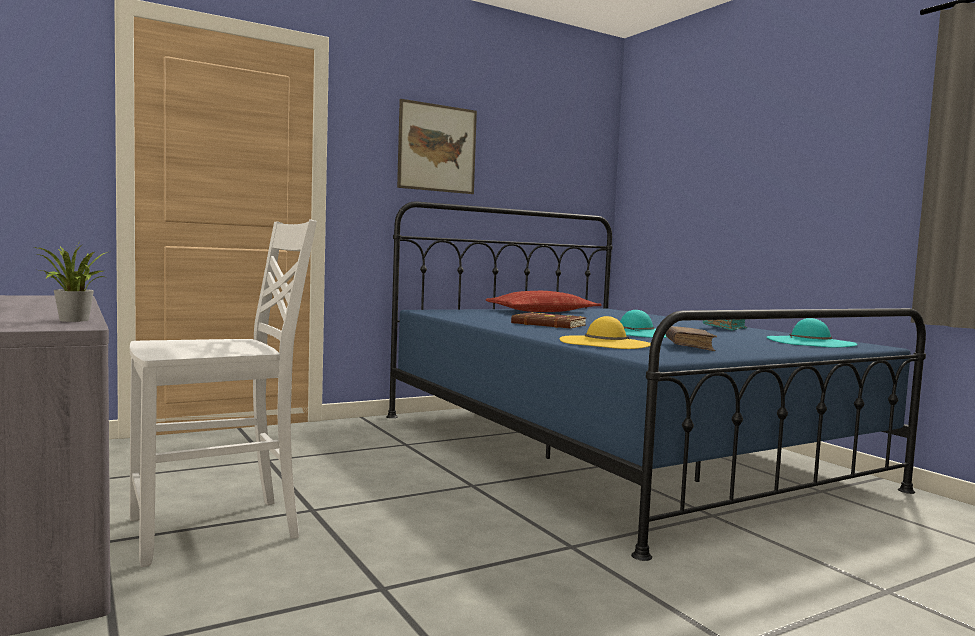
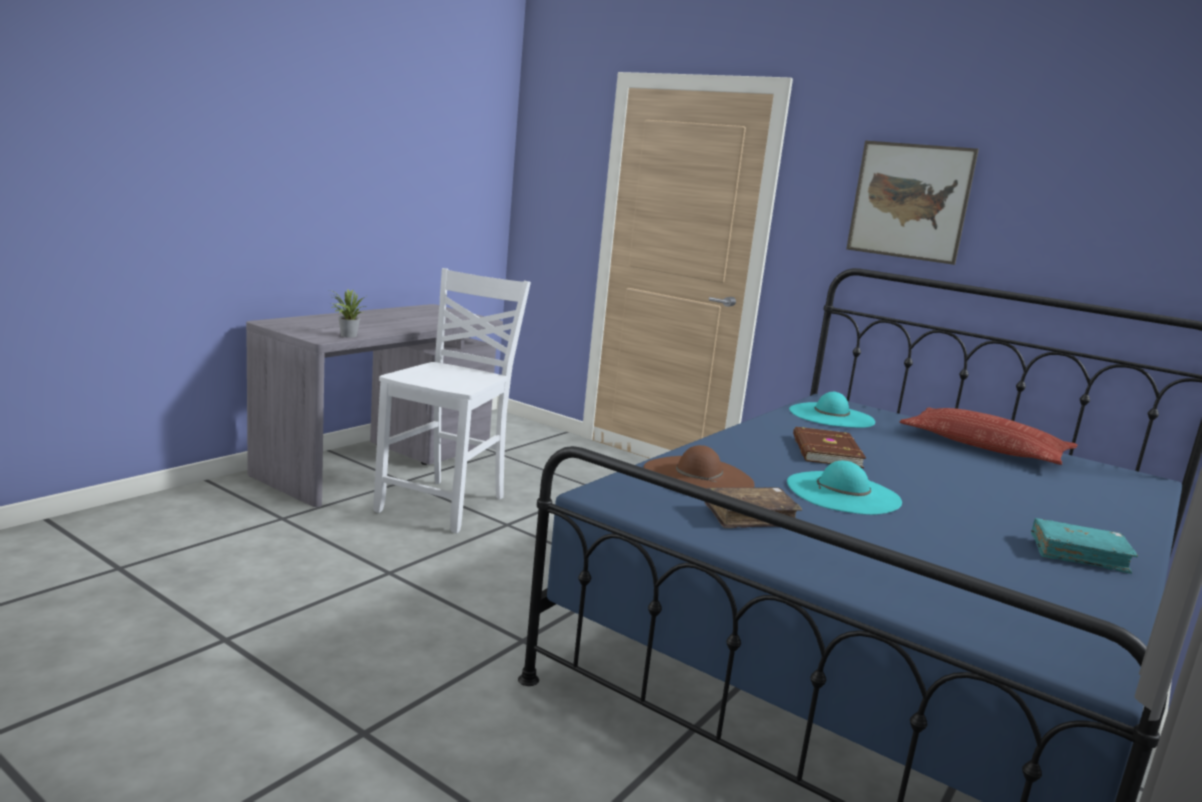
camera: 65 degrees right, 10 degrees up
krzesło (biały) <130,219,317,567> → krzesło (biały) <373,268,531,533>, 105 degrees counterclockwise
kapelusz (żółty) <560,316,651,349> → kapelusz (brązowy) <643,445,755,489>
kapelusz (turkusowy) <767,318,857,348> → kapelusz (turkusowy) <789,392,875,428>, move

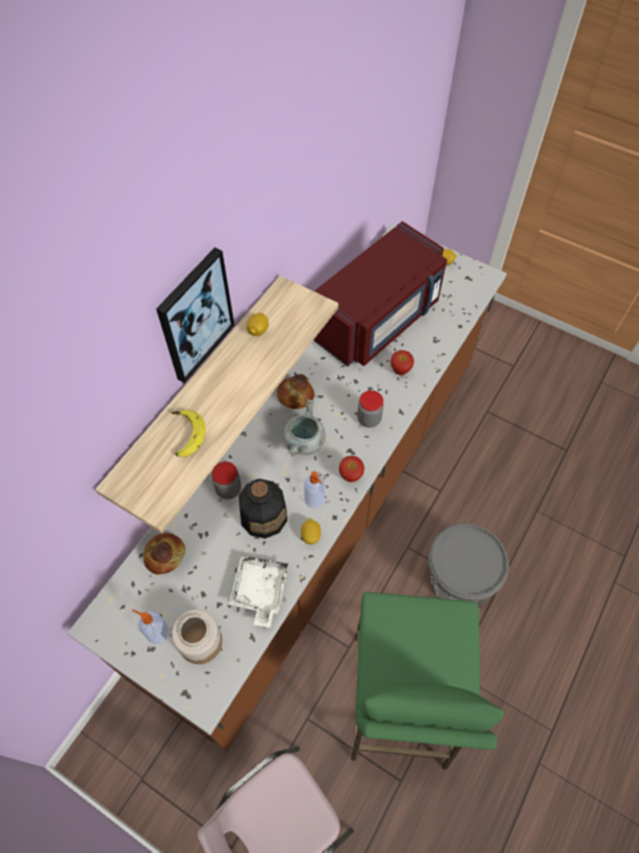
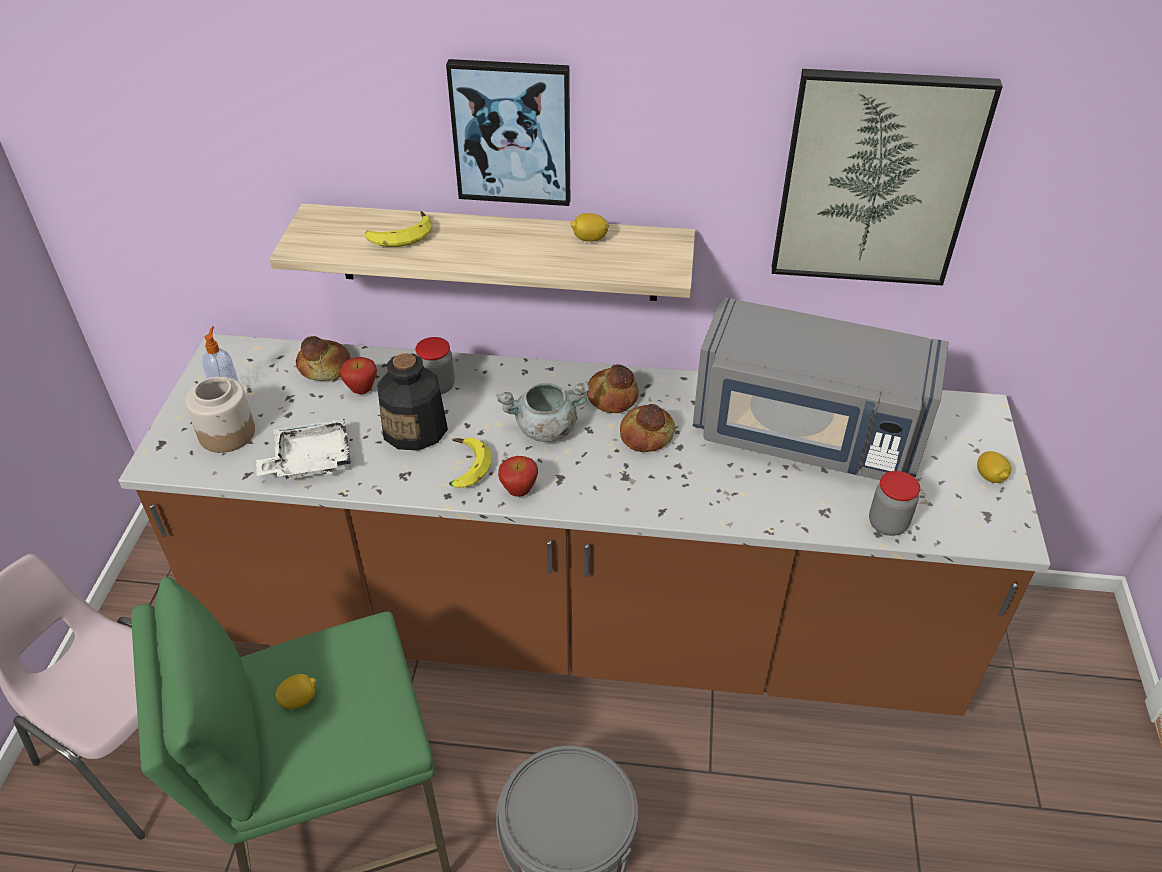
camera: 65 degrees right, 15 degrees down
cytryna <301,518,321,544> → cytryna <275,674,316,709>, move
jabłko <391,350,414,375> → jabłko <340,357,377,394>, move
dozownik mydła <304,471,325,508> → banan <449,438,491,488>
- → chleb <620,404,675,452>
mikrofalówka (czerwony) <313,221,447,367> → mikrofalówka (szary) <693,297,949,480>
- → obraz <772,69,1003,286>
słoik <357,390,384,428> → słoik <869,471,920,536>, move

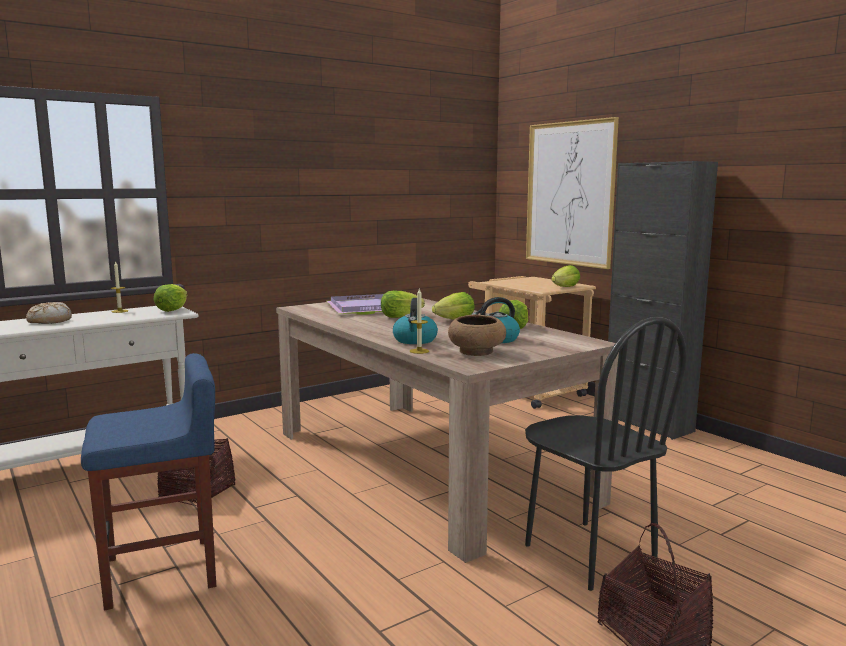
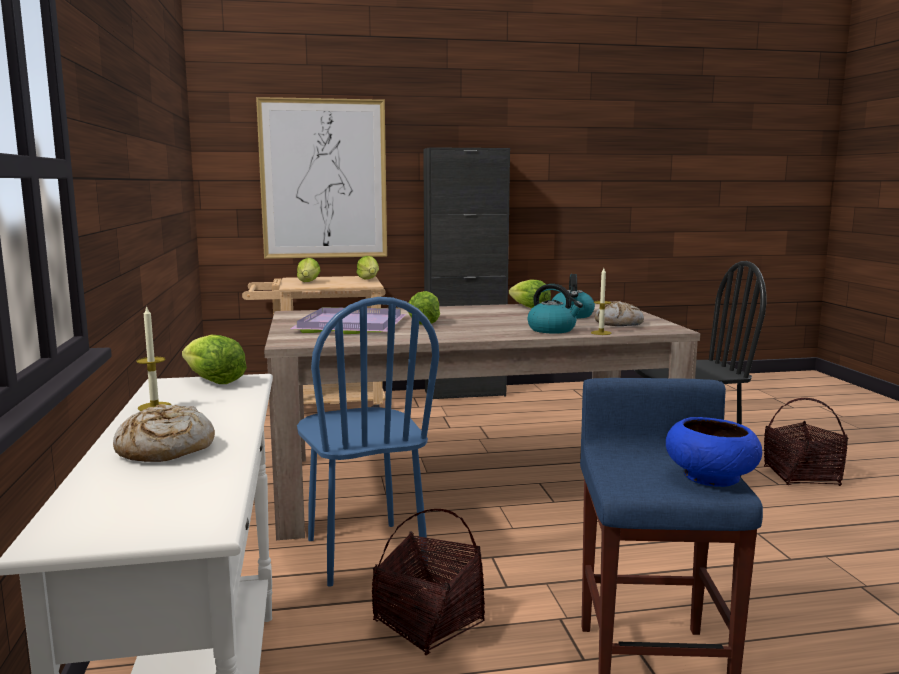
camera: 65 degrees left, 0 degrees up
sałata <432,292,475,320> → sałata <297,258,321,282>, move
- → krzesło (niebieski) <297,297,439,587>
miska (brązowy) <448,315,506,356> → chleb <595,301,644,326>
- → miska (niebieski) <666,417,762,487>

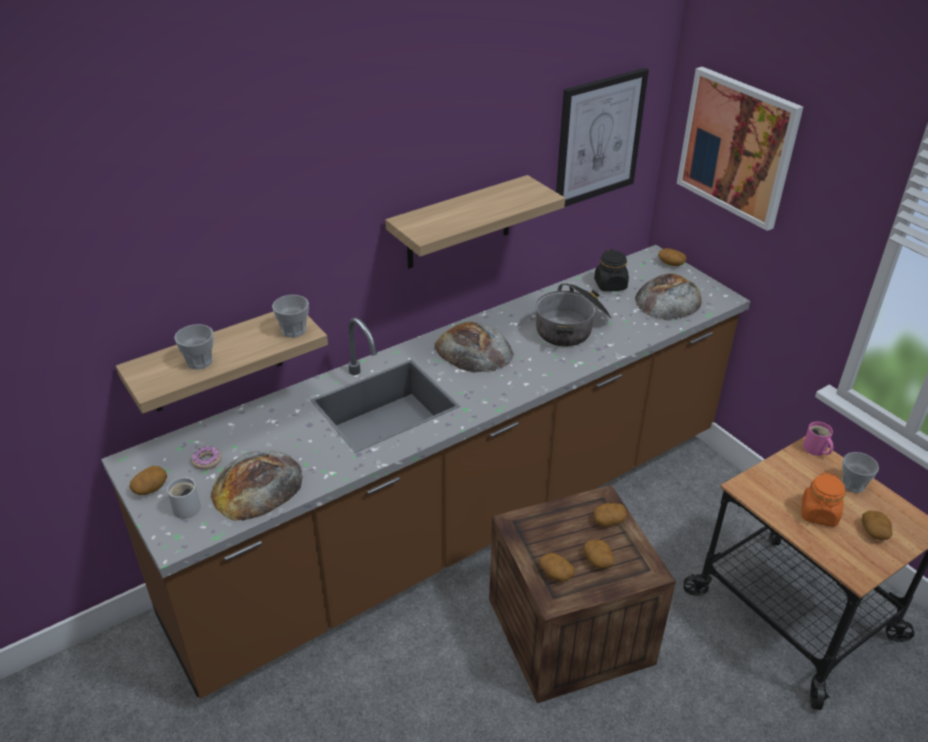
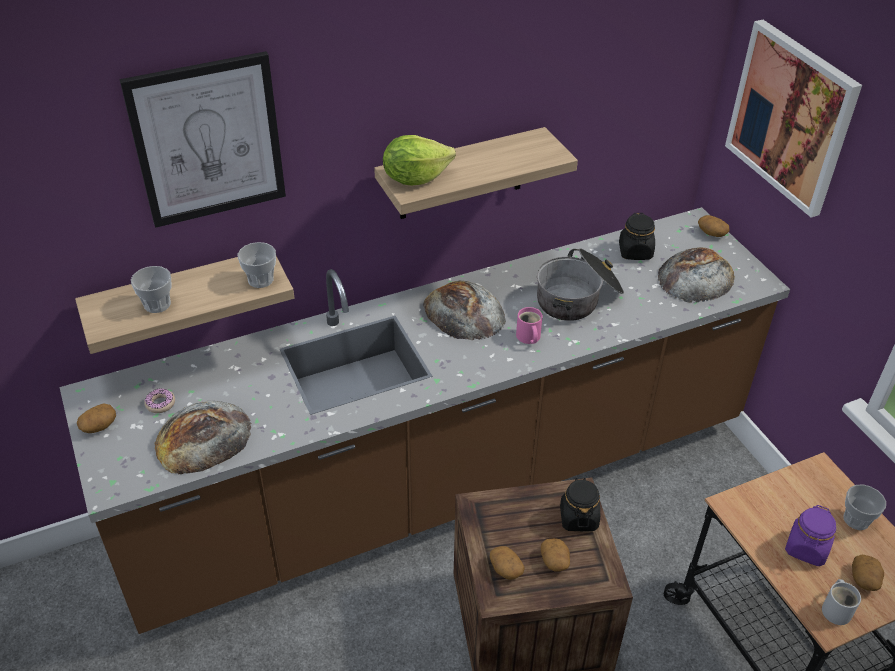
camera: 10 degrees right, 5 degrees up
obraz <556,68,649,207> → obraz <120,51,286,228>, move
- → sałata <383,135,456,186>
kubek (różowy) <803,422,833,456> → kubek (różowy) <516,307,543,344>, move
ziemniak <593,503,627,527> → słoik (czarny) <560,478,600,531>
słoik (pomarańczowy) <802,472,845,527> → słoik (fioletowy) <785,505,836,566>
kubek (biały) <167,477,201,519> → kubek (biały) <822,579,861,625>, move

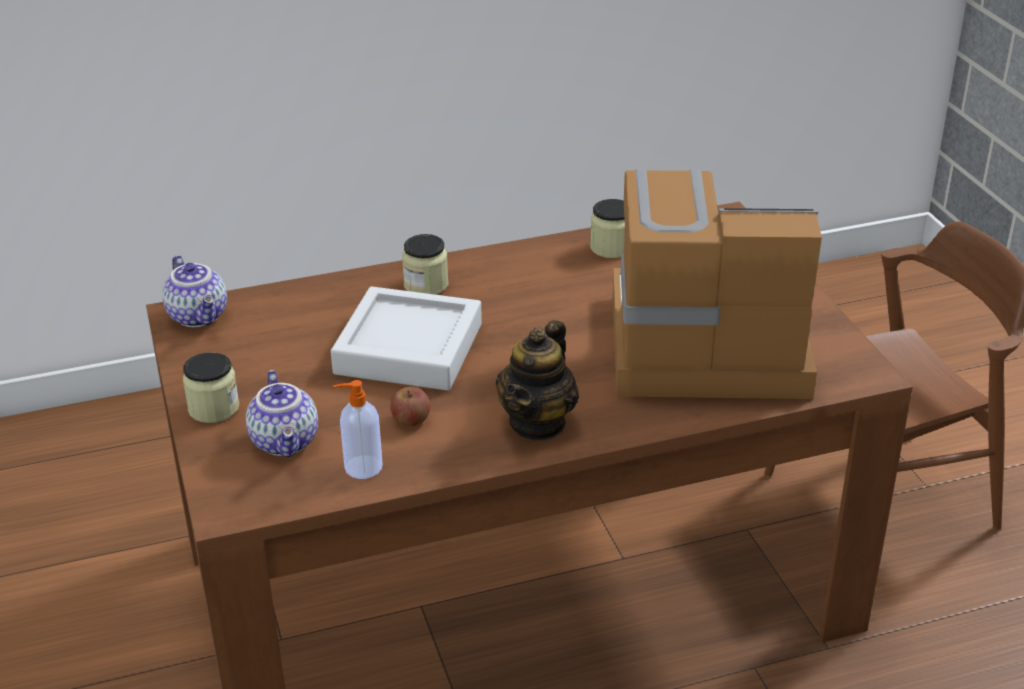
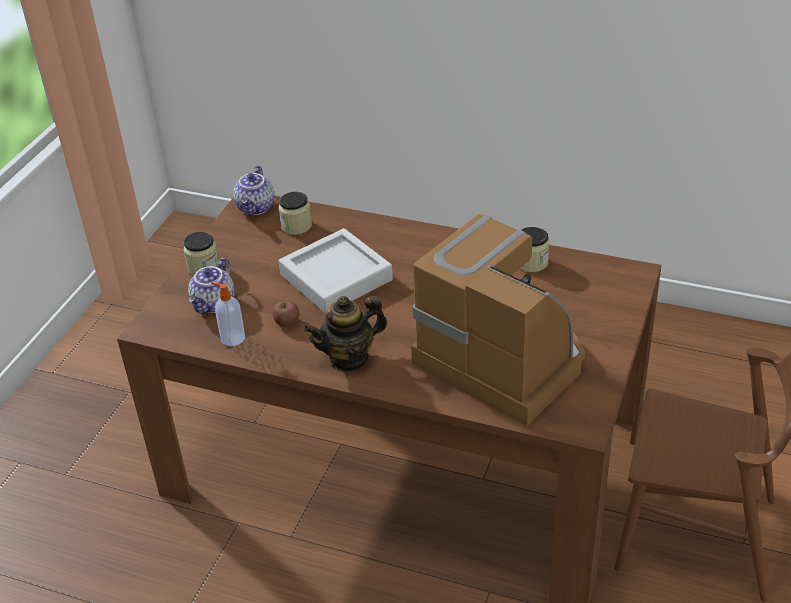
camera: 40 degrees right, 5 degrees up
słoik <402,234,448,295> → słoik <279,192,312,235>, move

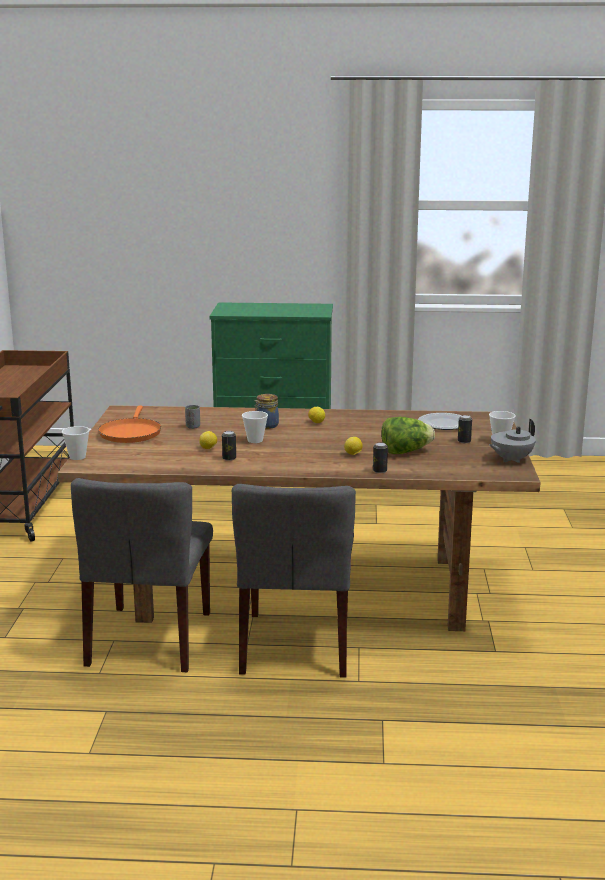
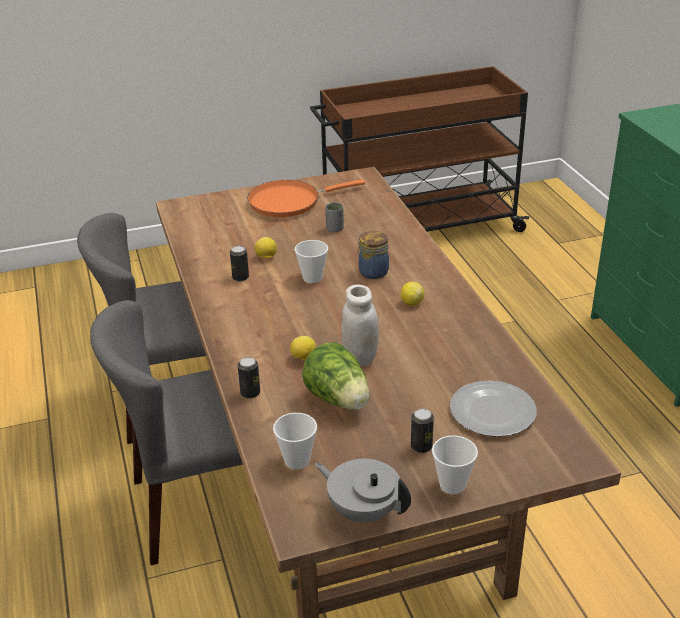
camera: 70 degrees right, 15 degrees up
filiżanka <62,426,90,460> → filiżanka <273,413,317,469>, move
- → słoik (biały) <341,285,379,366>

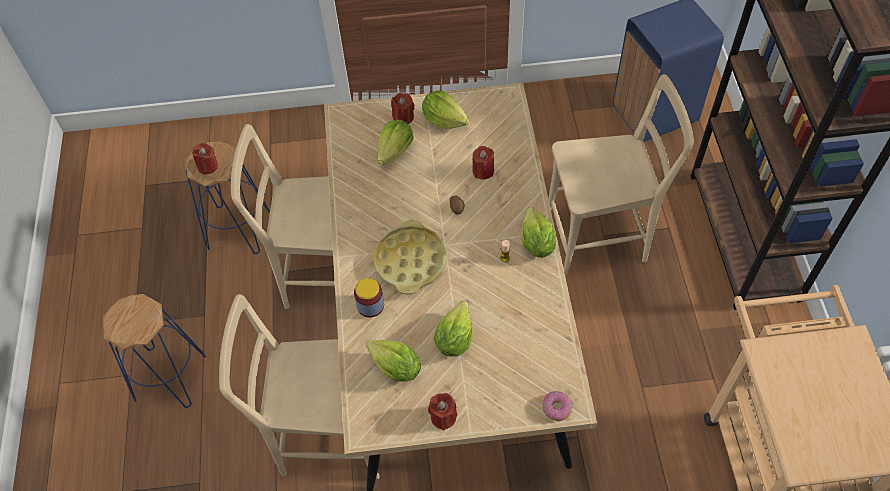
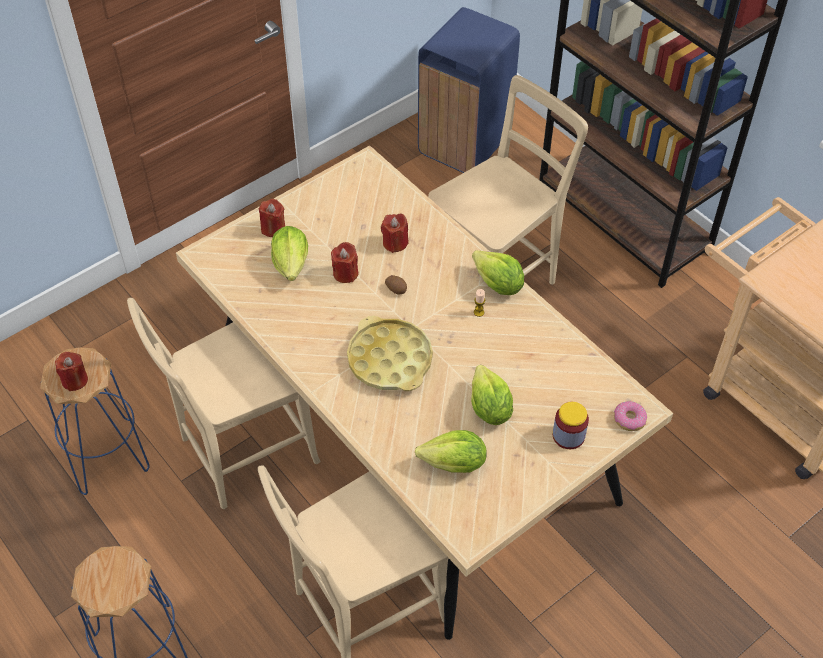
camera: 35 degrees left, 5 degrees down
świeca (czerwony) <428,393,457,430> → świeca (czerwony) <331,242,358,283>, move
słoik <354,278,384,317> → słoik <553,402,589,449>, move
sałata <422,90,469,129> → -

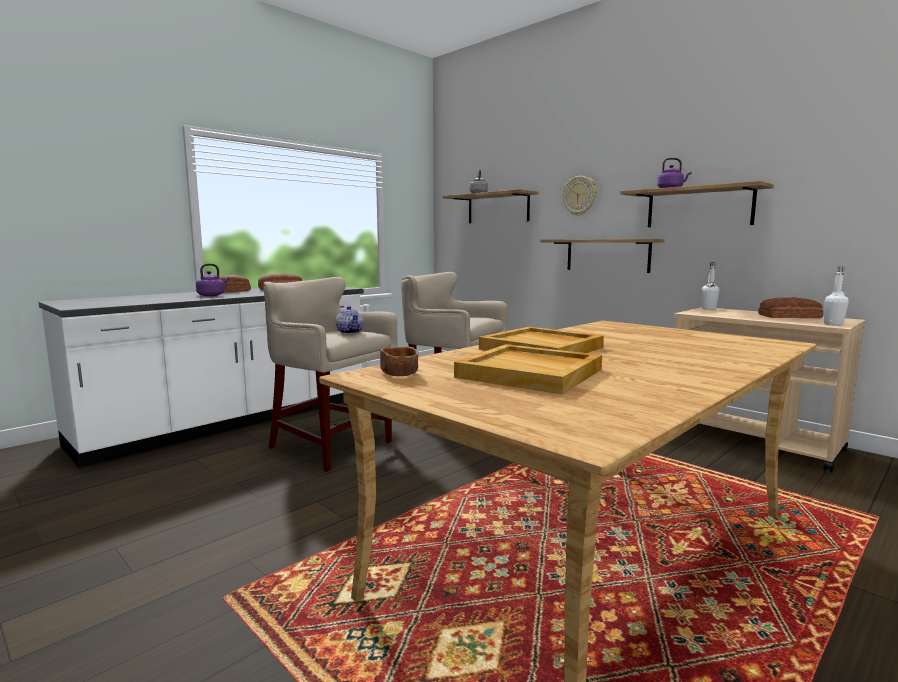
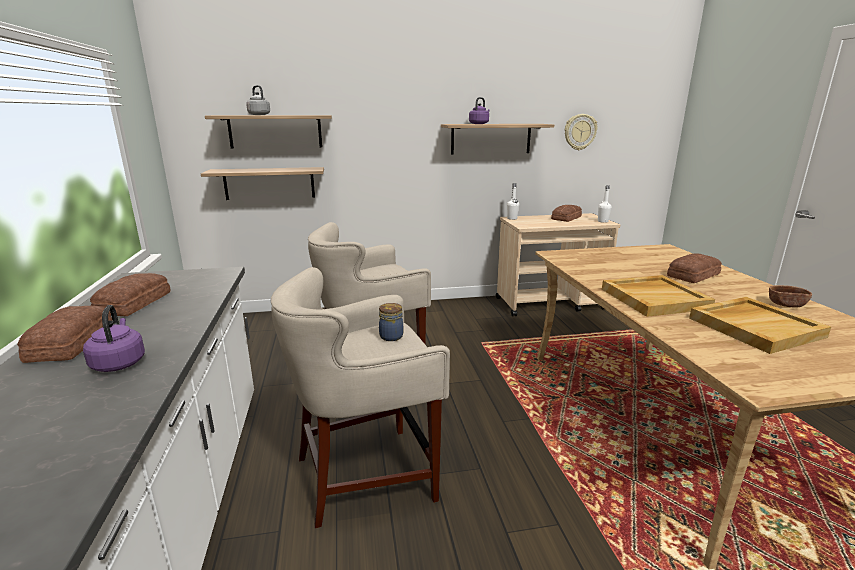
camera: 55 degrees left, 10 degrees up
półka <541,239,665,273> → półka <201,167,324,200>, move
imbryk <336,306,364,334> → słoik <379,303,403,341>
zegar ścienny <562,176,597,216> → zegar ścienny <565,114,597,150>, move
- → chleb <667,254,722,283>
miska (brązowy) <380,347,418,376> → miska (brązowy) <769,285,812,308>, move

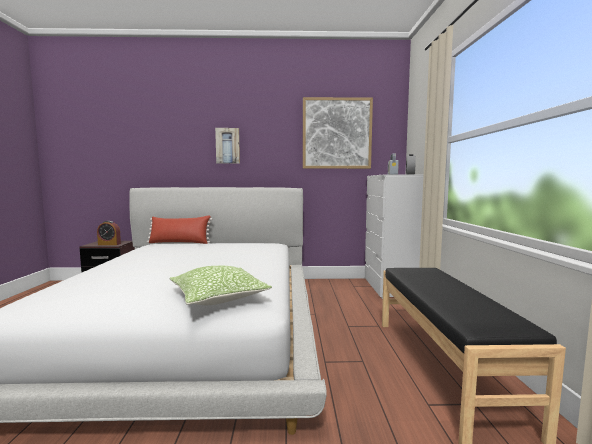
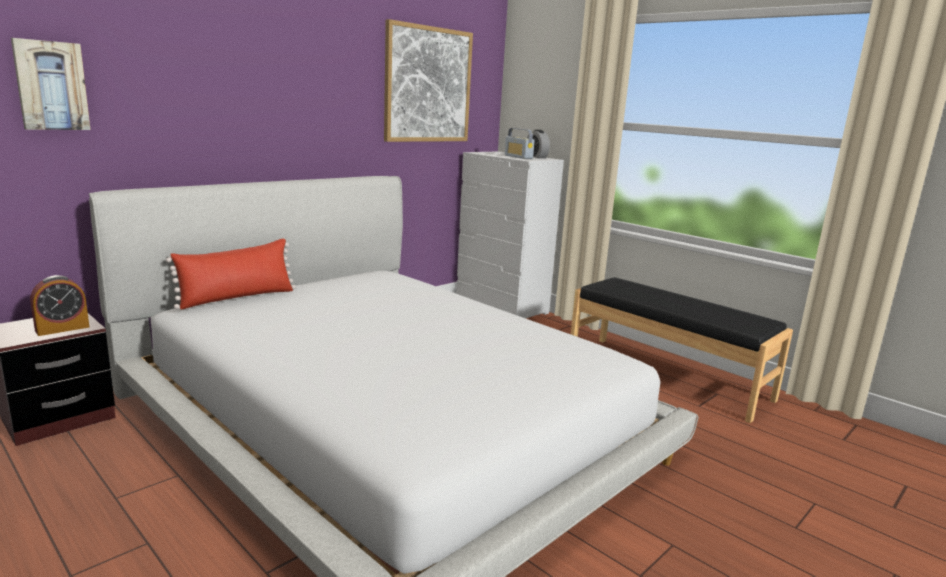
camera: 45 degrees left, 10 degrees up
obraz <215,128,240,164> → obraz <11,38,91,130>, move
poduszka <170,266,272,305> → -

